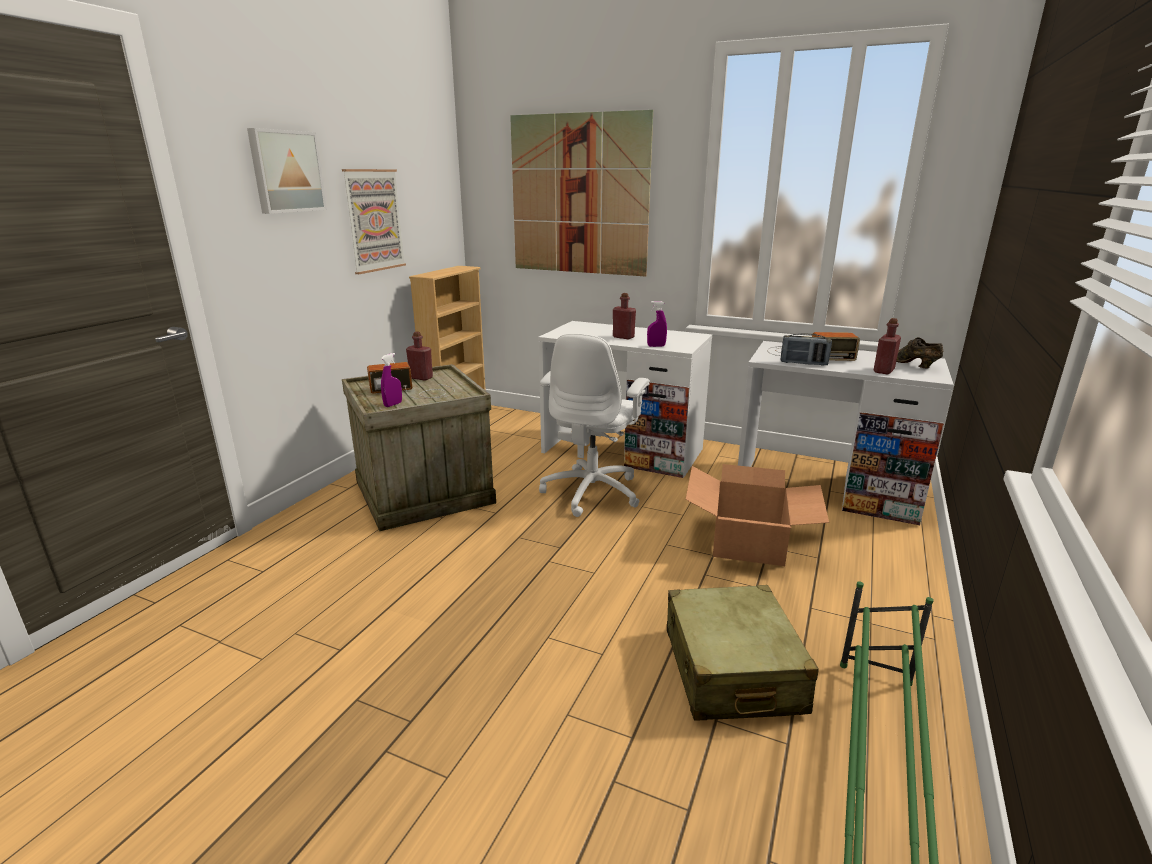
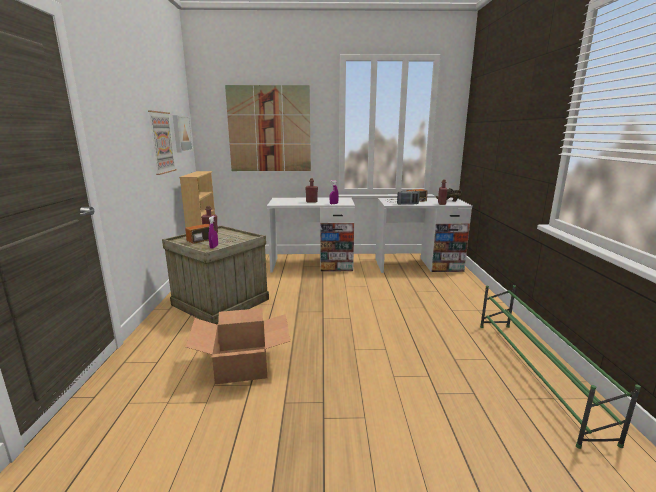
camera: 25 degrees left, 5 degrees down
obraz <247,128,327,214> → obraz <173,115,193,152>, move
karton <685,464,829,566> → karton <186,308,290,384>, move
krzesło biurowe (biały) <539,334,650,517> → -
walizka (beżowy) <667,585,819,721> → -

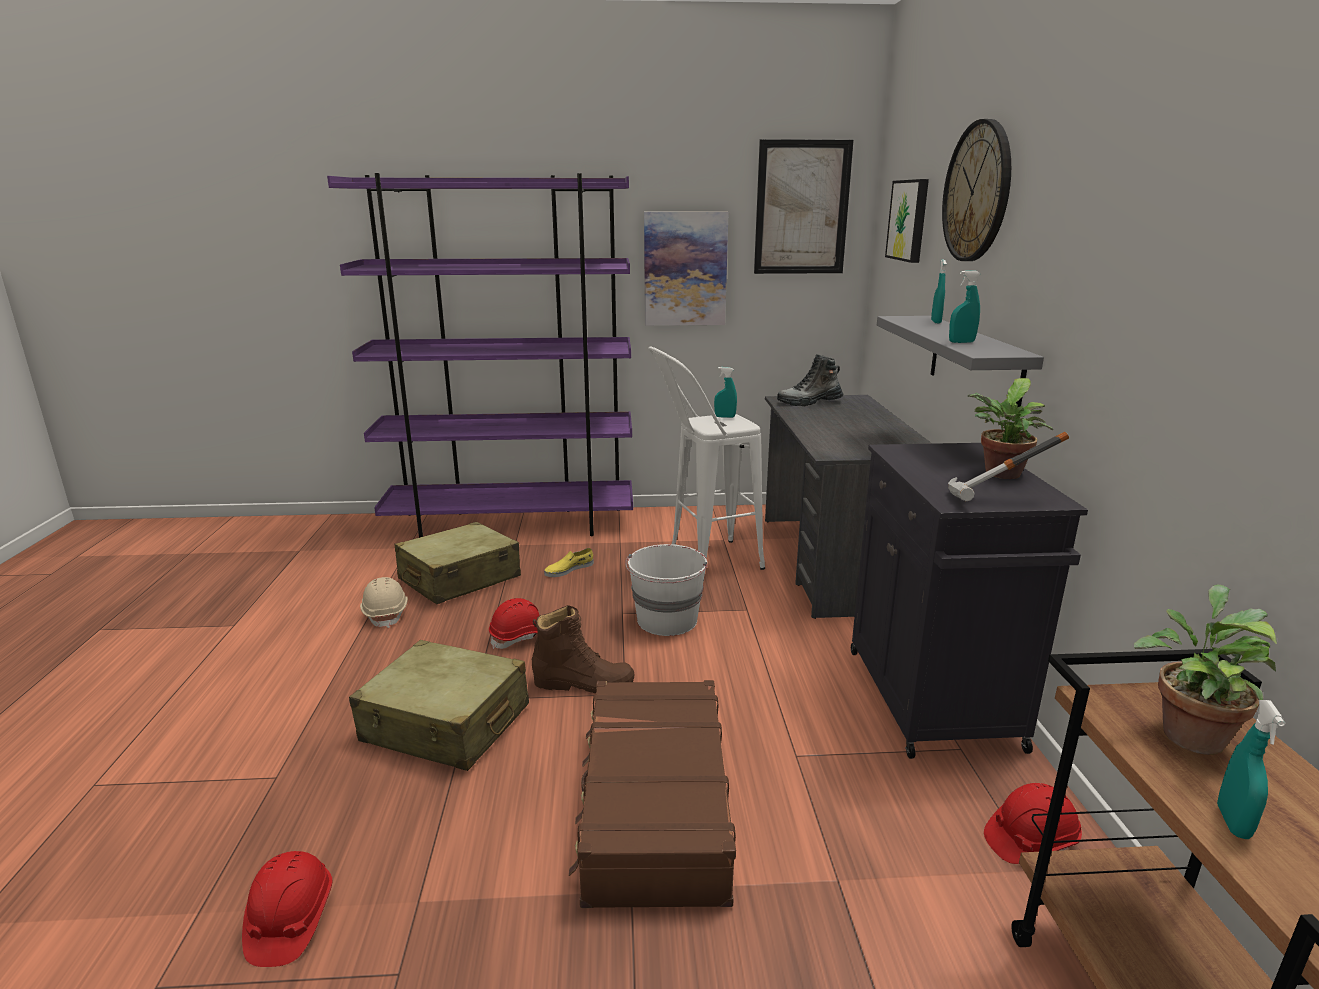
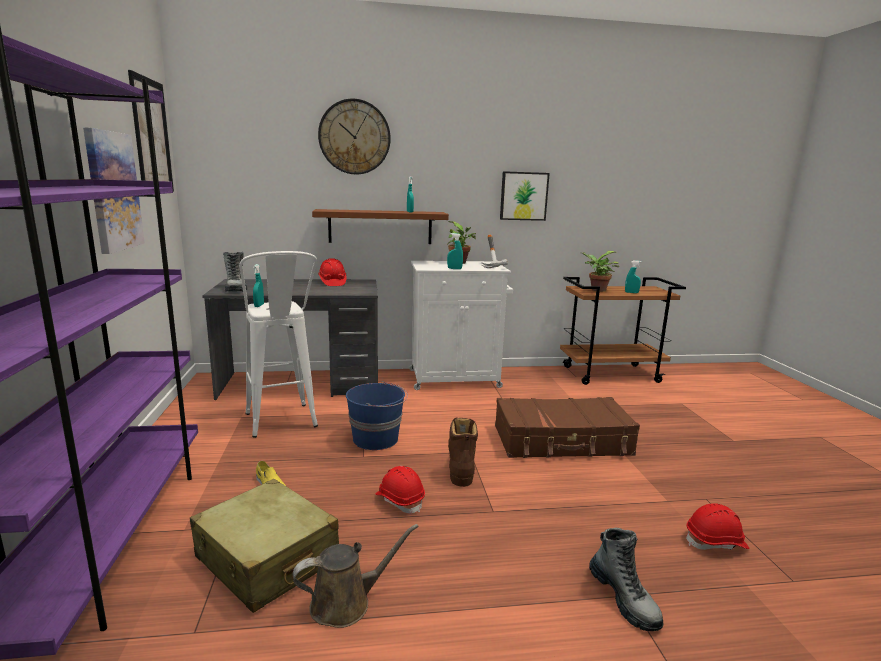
camera: 95 degrees left, 5 degrees down
kask (beżowy) <360,577,408,628> → konewka (brązowy) <293,524,419,628>
półka (szary) <877,316,1044,407> → półka (brązowy) <312,209,449,244>
kask (czerwony) <984,783,1082,864> → kask (czerwony) <318,258,346,286>, move
wiadro (biały) <625,544,707,636> → wiadro (niebieski) <346,381,408,450>
szafka (czarny) <851,443,1088,759> → szafka (biały) <409,261,513,390>
spryskiwacz (turkusowy) <931,259,947,323> → spryskiwacz (turkusowy) <447,233,463,269>, move
obraz <885,179,929,263> → obraz <500,171,550,221>, move
- → but z cholewką <589,528,663,631>
walizka (beżowy) <349,640,529,771> → -

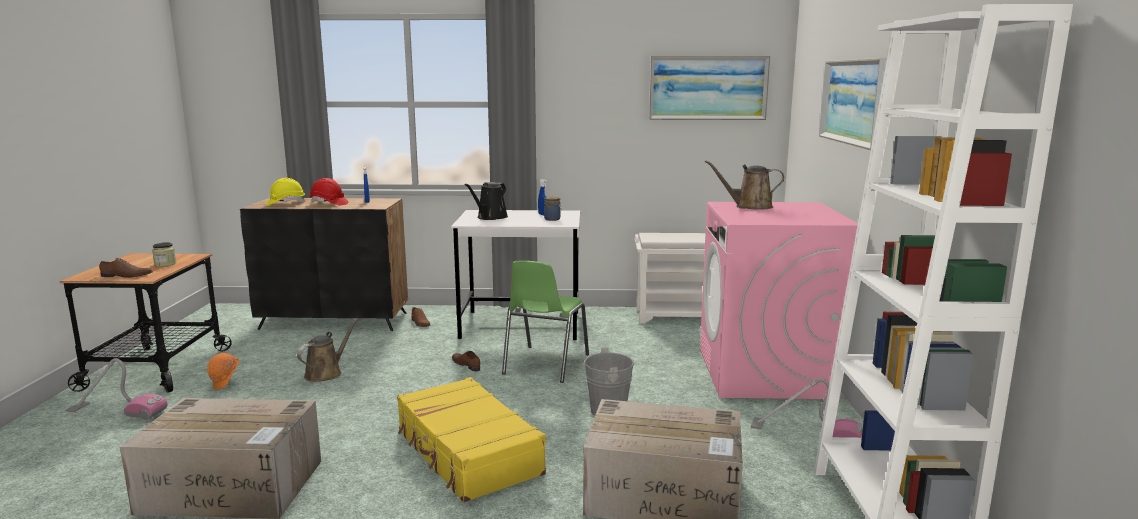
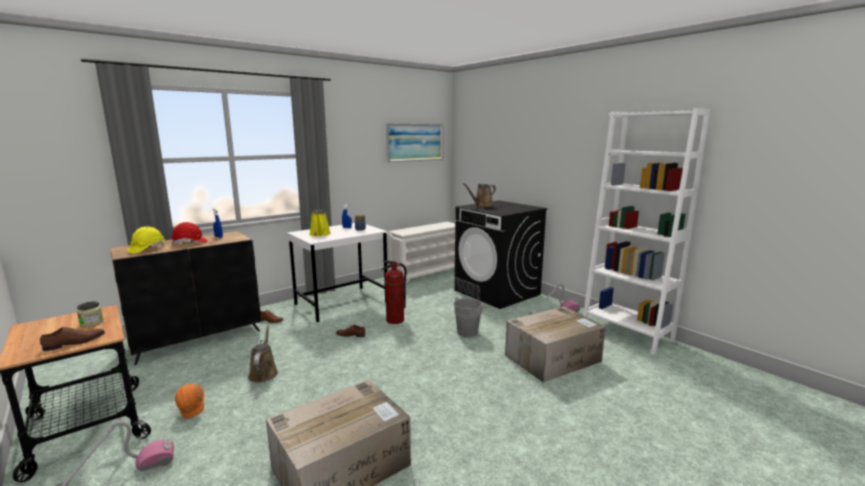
camera: 40 degrees left, 0 degrees up
konewka (czarny) <465,182,508,220> → konewka (żółty) <309,210,331,237>
krzesło (zielony) <502,261,589,383> → gaśnica <382,261,407,324>
pralka (różowy) <700,202,858,399> → pralka (czarny) <454,200,548,309>
walizka (żółty) <397,377,546,503> → -
obraz <819,58,887,150> → -

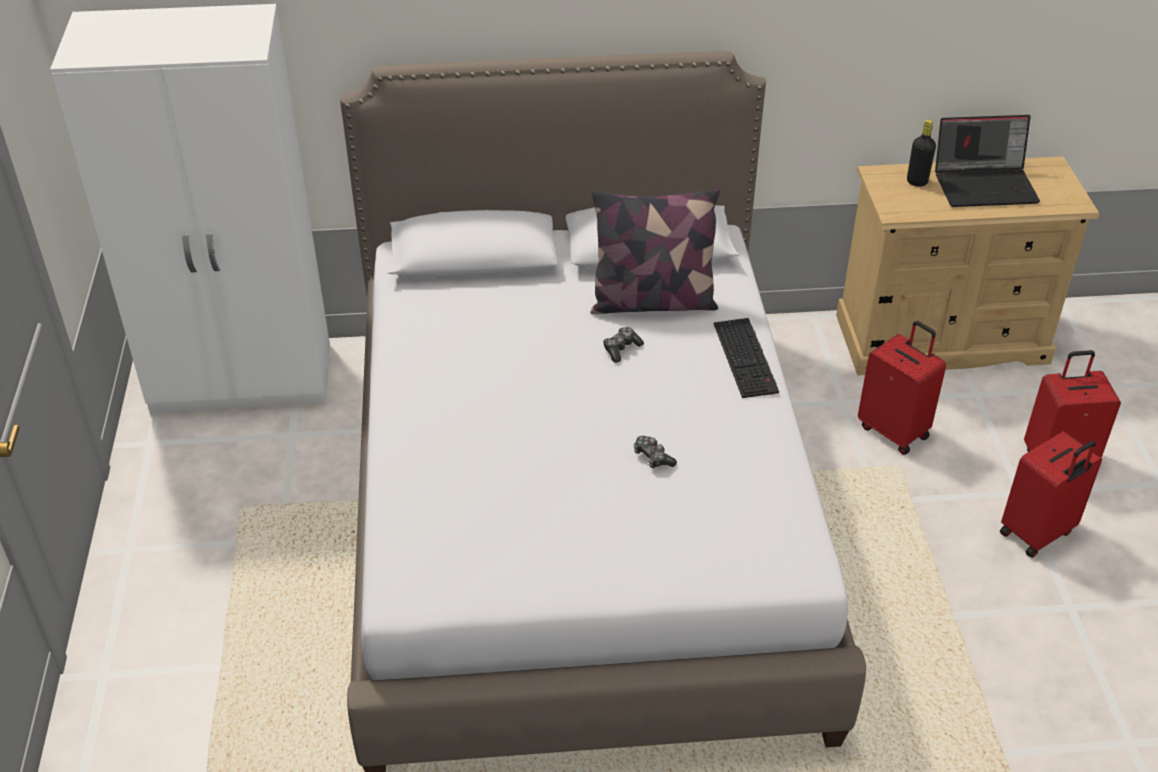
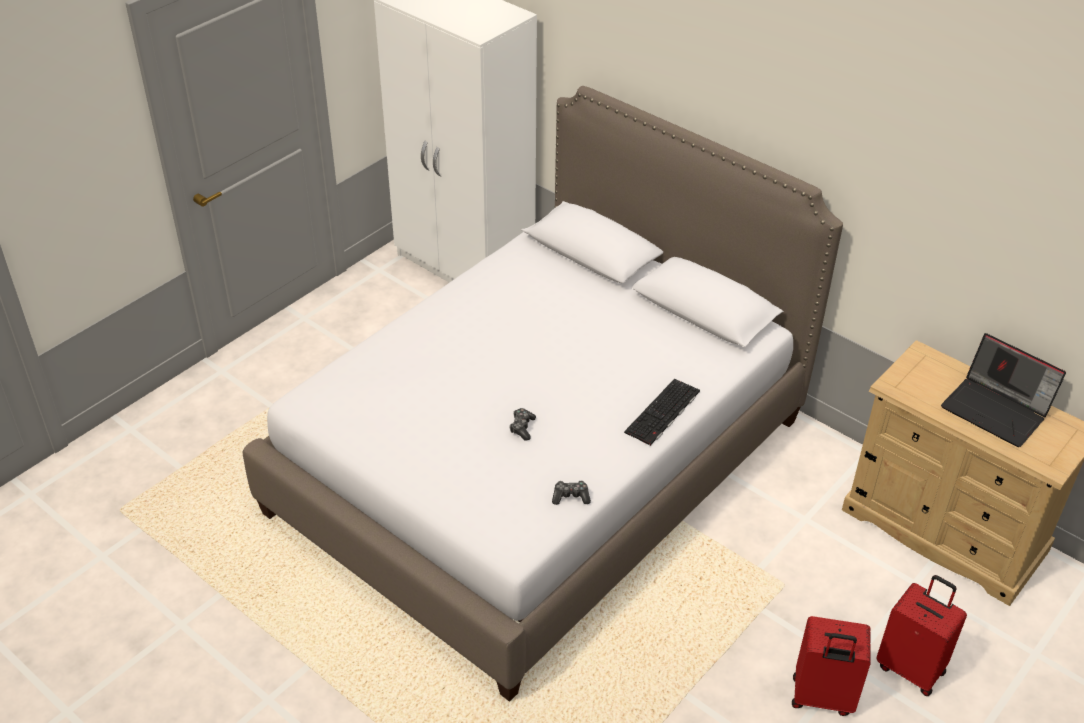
camera: 45 degrees right, 0 degrees up
pad do gier <603,327,644,363> → pad do gier <552,481,591,505>, move
poduszka <590,188,720,314> → -
walizka (czerwony) <858,321,946,455> → -
butelka (czarny) <907,119,936,187> → -

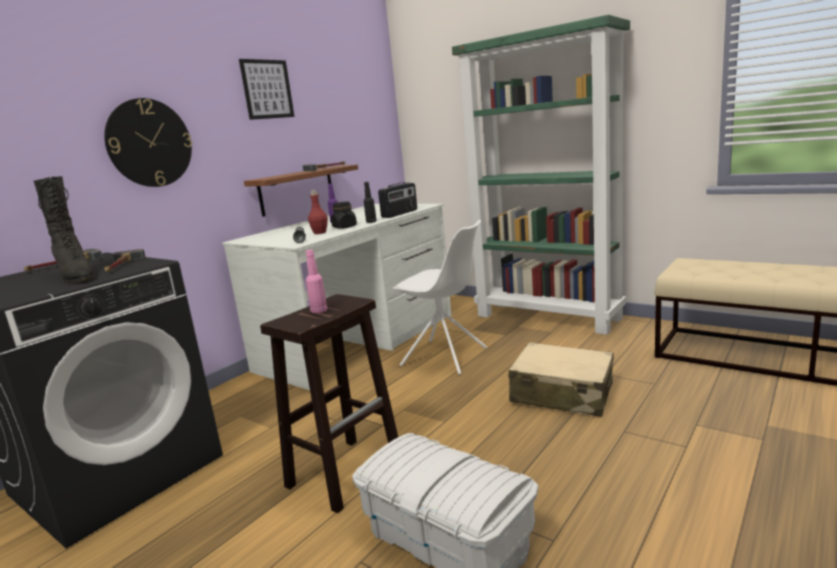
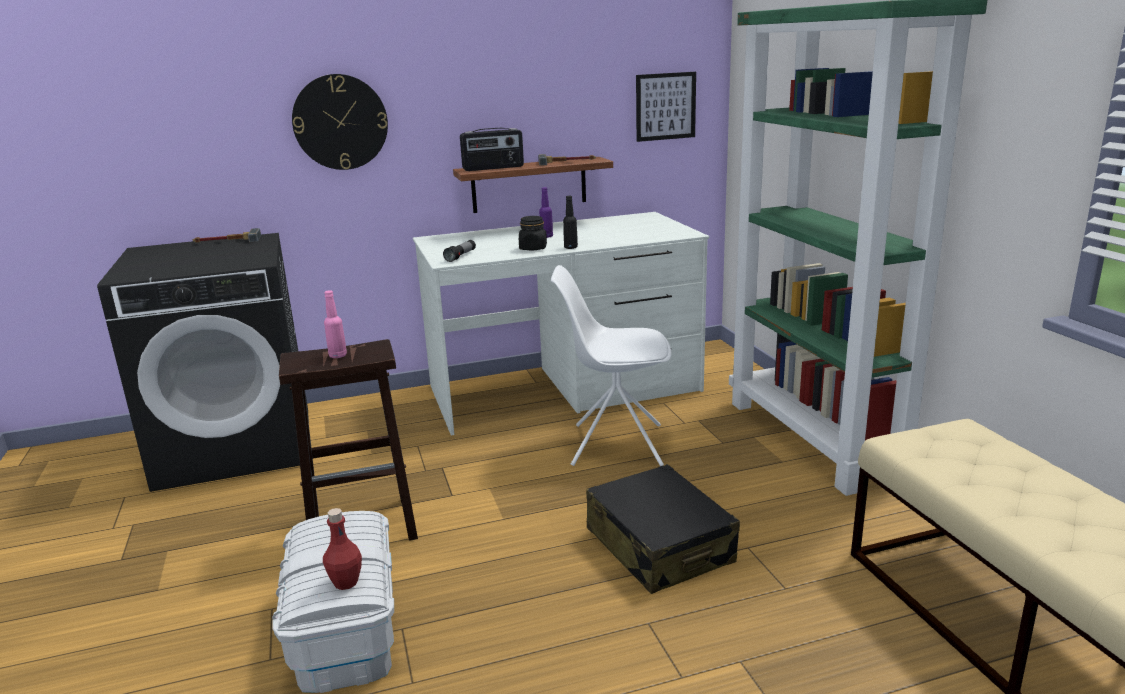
camera: 35 degrees right, 5 degrees up
butelka (czerwony) <308,190,328,234> → butelka (czerwony) <323,508,362,590>, move
radio <378,182,417,218> → radio <460,128,524,171>, move
krzesło (biały) <392,220,487,375> → krzesło (biały) <551,265,672,466>, 120 degrees clockwise
walizka (beżowy) <509,342,614,417> → walizka (czarny) <586,464,740,594>
obraz <239,59,294,120> → obraz <636,72,696,142>, move
but z cholewką (czarny) <33,176,96,283> → -
młotek <104,249,146,272> → -

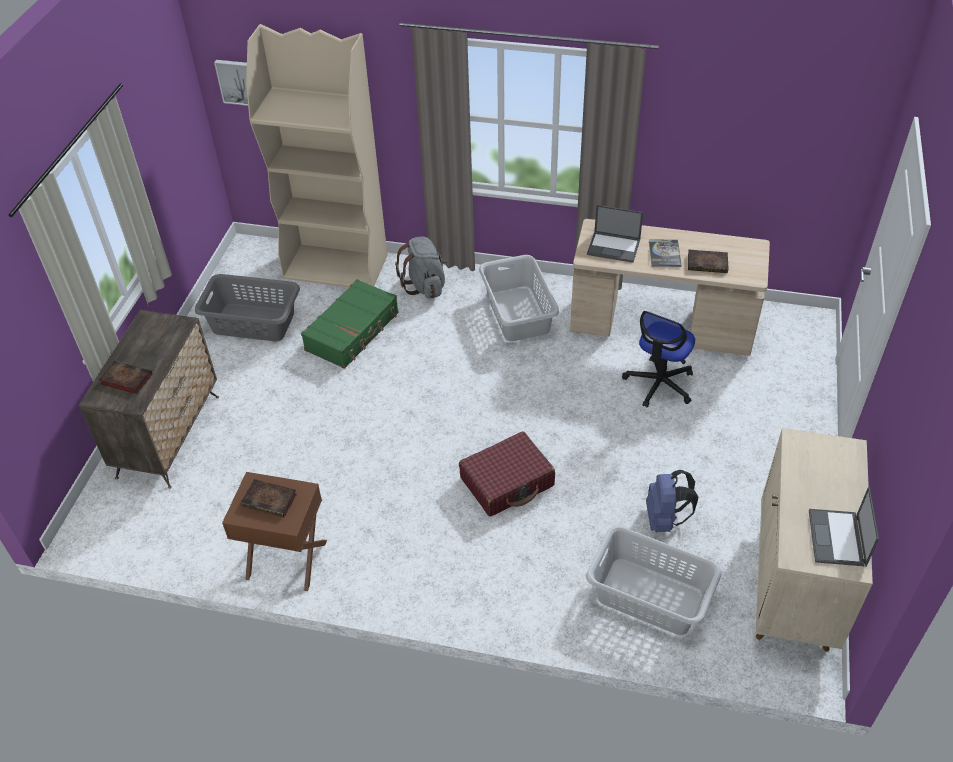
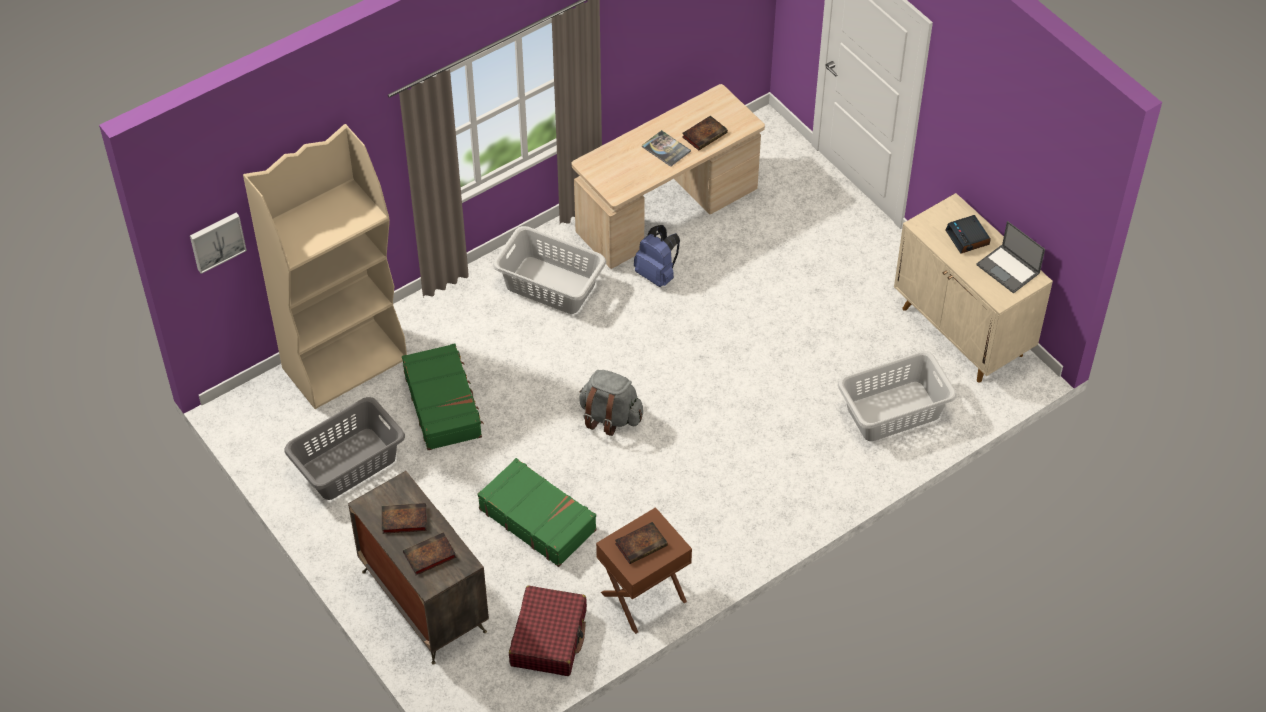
camera: 50 degrees left, 5 degrees up
- → książka <382,503,427,534>
- → walizka (zielony) <477,458,597,567>
walizka (czerwony) <459,431,555,517> → walizka (czerwony) <509,586,587,676>, move
plecak (szary) <395,237,447,299> → plecak (szary) <579,370,643,436>, move
plecak (niebieski) <646,470,698,532> → plecak (niebieski) <634,225,680,287>, move
- → budzik <946,215,991,254>
laptop <587,205,643,263> → -
krzesło biurowe <622,311,695,407> → -

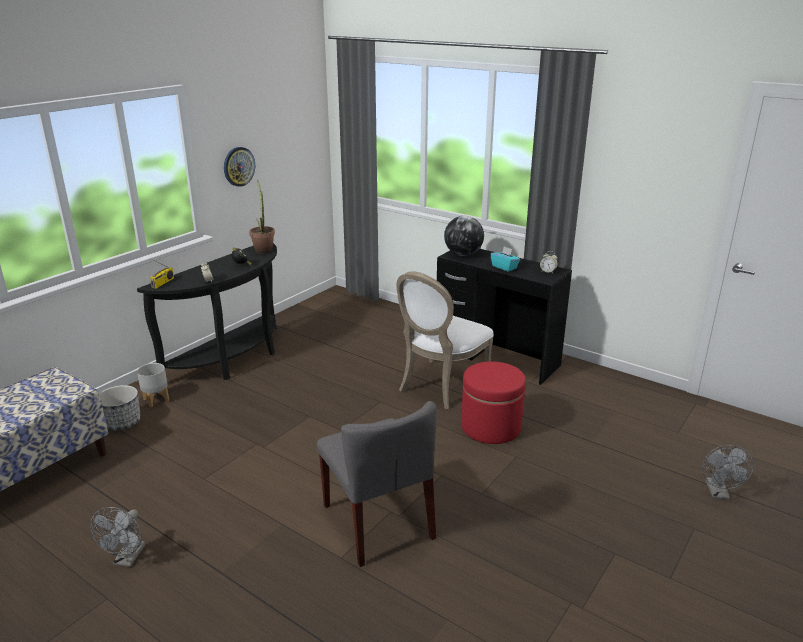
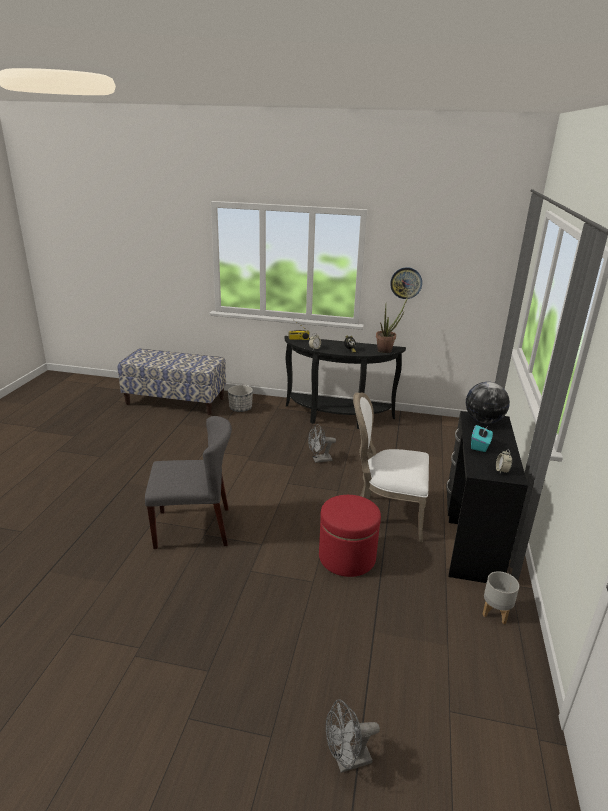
camera: 65 degrees right, 0 degrees up
krzesło (szary) <317,401,436,567> → krzesło (szary) <145,416,232,549>, 135 degrees counterclockwise
wentylator (szary) <90,507,146,567> → wentylator (szary) <308,424,336,463>, move
donica (szary) <137,363,169,407> → donica (szary) <482,571,519,624>, move

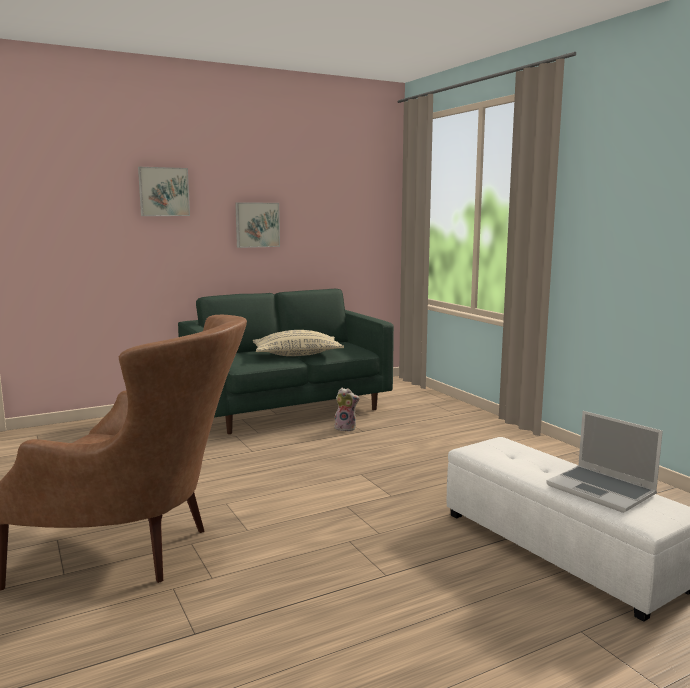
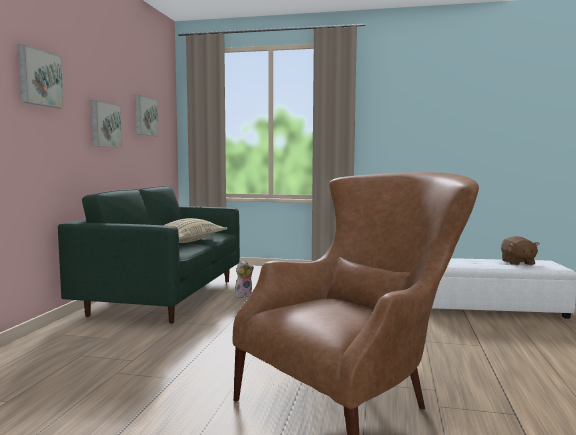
camera: 50 degrees left, 5 degrees down
- → obraz <135,95,159,136>
laptop <546,411,663,513> → pluszak (brązowy) <501,236,540,265>

